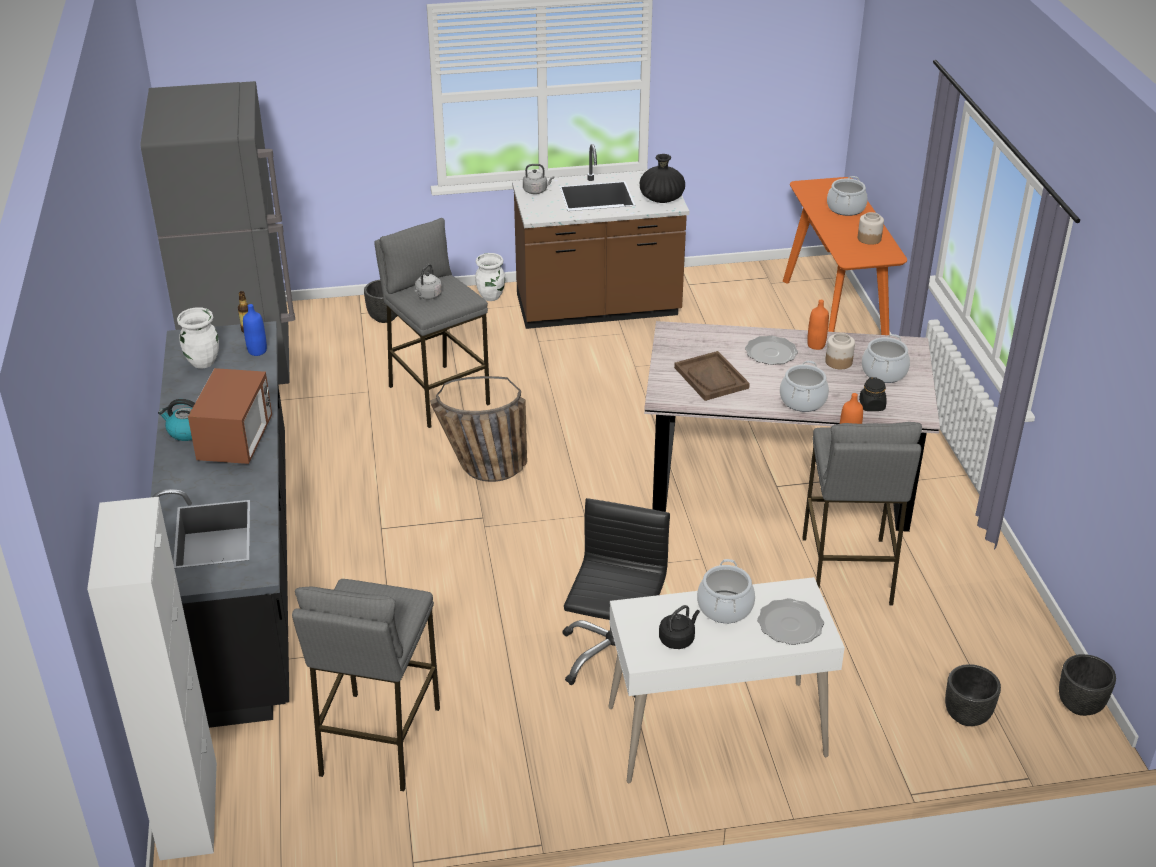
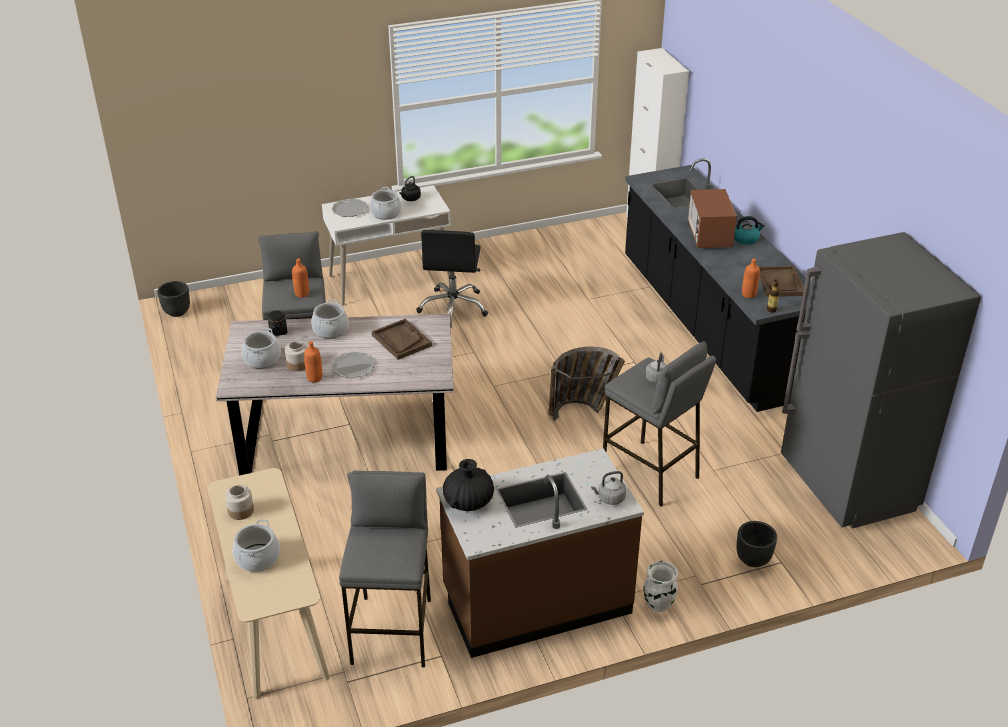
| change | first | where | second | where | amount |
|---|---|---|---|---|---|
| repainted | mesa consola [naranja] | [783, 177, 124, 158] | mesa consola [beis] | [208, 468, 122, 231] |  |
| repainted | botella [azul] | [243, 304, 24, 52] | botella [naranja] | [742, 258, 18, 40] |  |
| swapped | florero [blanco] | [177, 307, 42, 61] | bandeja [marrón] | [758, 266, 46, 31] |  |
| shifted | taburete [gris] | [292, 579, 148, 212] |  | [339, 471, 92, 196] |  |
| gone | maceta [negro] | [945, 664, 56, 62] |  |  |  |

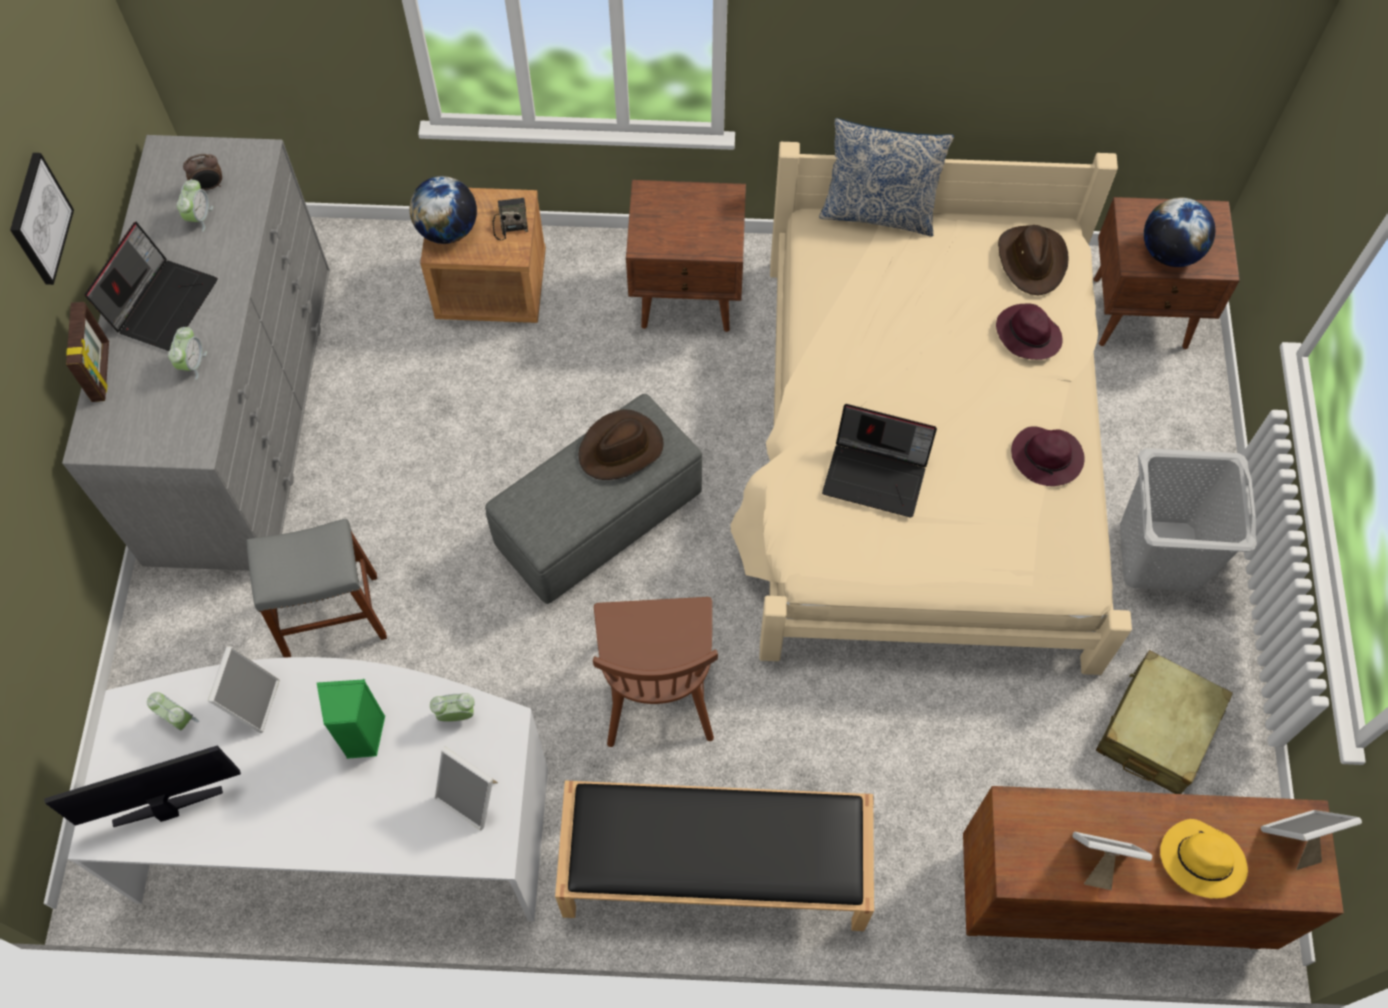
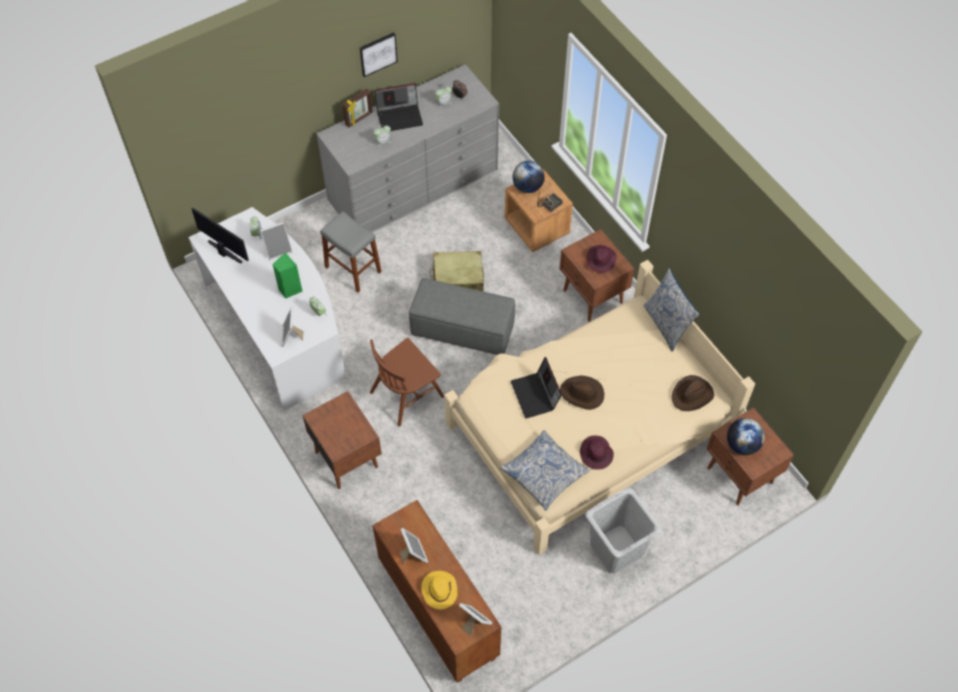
| change | first | where | second | where | amount |
|---|---|---|---|---|---|
| shifted | sombrero [morado] | [996, 304, 67, 56] |  | [586, 245, 31, 28] |  |
| shifted | sombrero [marrón] | [578, 409, 86, 71] |  | [560, 375, 44, 35] |  |
| shifted | maleta [beis] | [1096, 650, 137, 144] |  | [430, 251, 54, 41] |  |
| swapped | banco [negro] | [555, 780, 319, 151] | mesita de noche [marrón] | [302, 391, 80, 98] |  |
| new |  |  | cojín | [500, 430, 90, 80] |  |

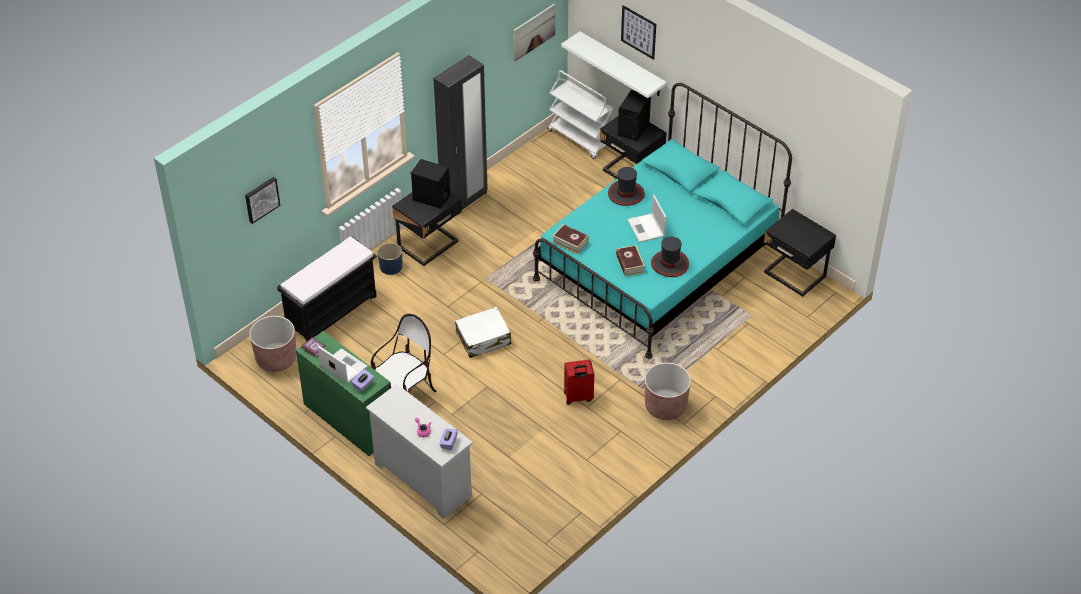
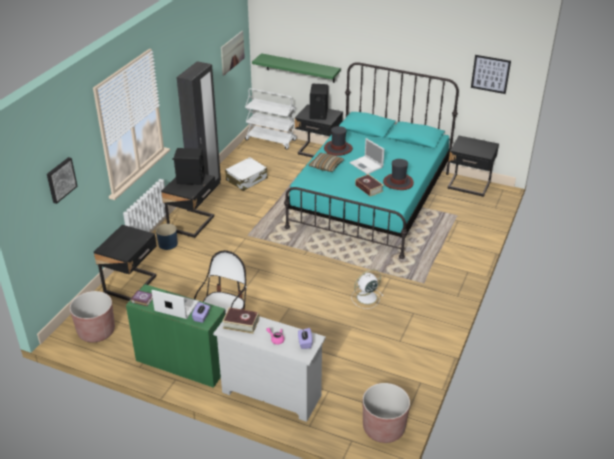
| change | first | where | second | where | amount |
|---|---|---|---|---|---|
| shifted | cuadro | [621, 5, 35, 55] |  | [471, 55, 40, 39] |  |
| repainted | estante [blanco] | [561, 31, 106, 67] | estante [verde] | [252, 53, 89, 30] |  |
| shifted | libro | [552, 224, 37, 30] |  | [222, 307, 37, 27] |  |
| swapped | banco [negro] | [277, 236, 100, 106] | mesita de noche [negro] | [94, 225, 63, 76] |  |
| shifted | maleta [blanco] | [455, 307, 56, 51] |  | [225, 157, 43, 34] |  |
| swapped | maleta [rojo] | [564, 360, 30, 45] | ventilador [blanco] | [351, 269, 33, 40] |  |
| shifted | maceta [marrón] | [645, 363, 46, 57] |  | [363, 383, 47, 60] |  |
| new |  |  | cojín | [308, 153, 36, 19] |  |

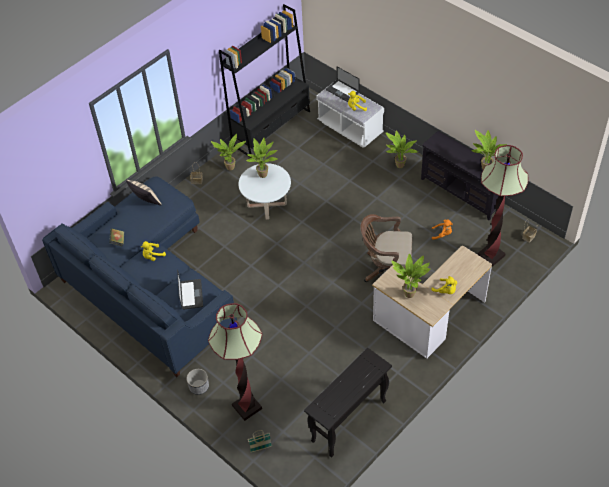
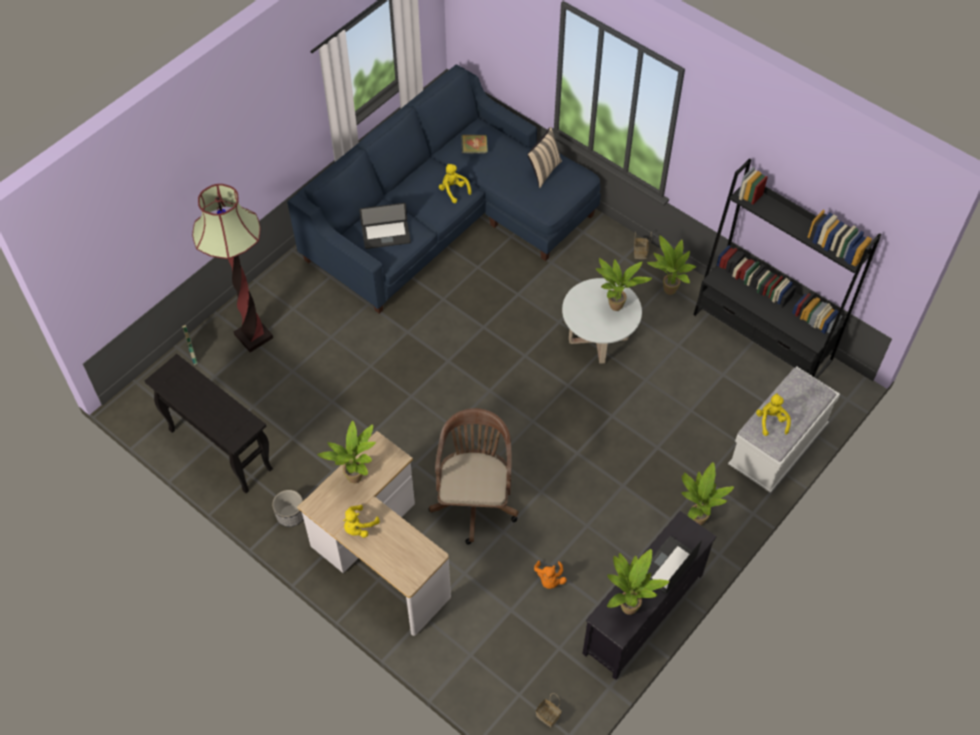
| change | first | where | second | where | amount |
|---|---|---|---|---|---|
| shifted | portátil | [326, 67, 33, 35] |  | [647, 536, 55, 58] |  |
| gone | lámpara de pie | [477, 145, 51, 122] |  |  |  |
| shifted | maceta | [186, 369, 23, 26] |  | [272, 490, 31, 37] |  |

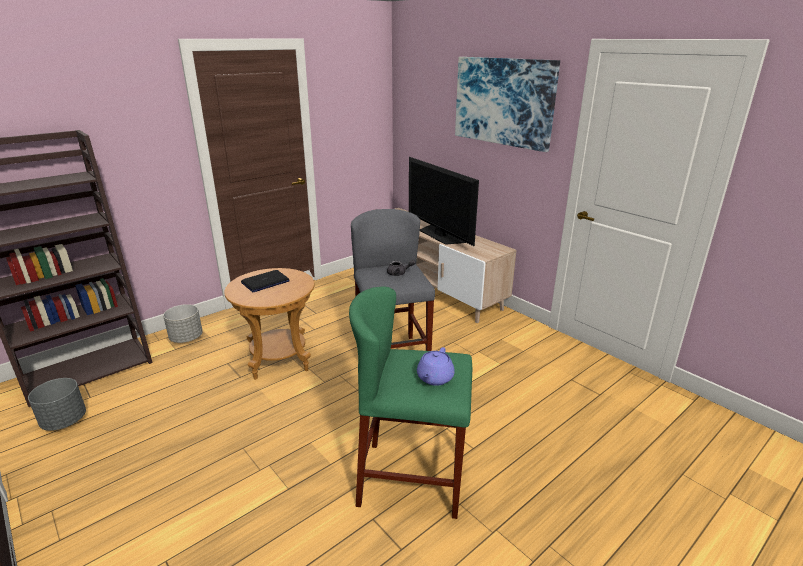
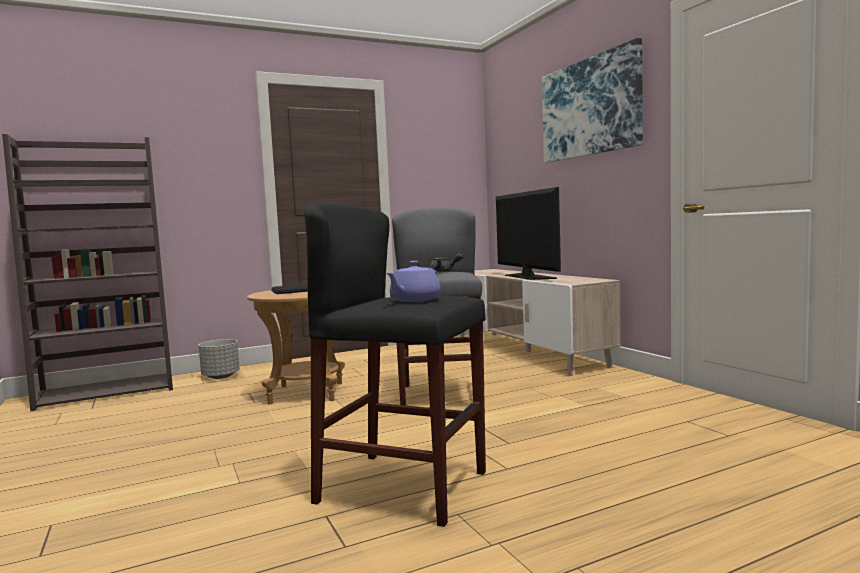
| change | first | where | second | where | amount |
|---|---|---|---|---|---|
| repainted | taburete [verde] | [349, 286, 123, 233] | taburete [negro] | [304, 203, 182, 324] |  |
| gone | maceta [gris] | [28, 378, 58, 53] |  |  |  |

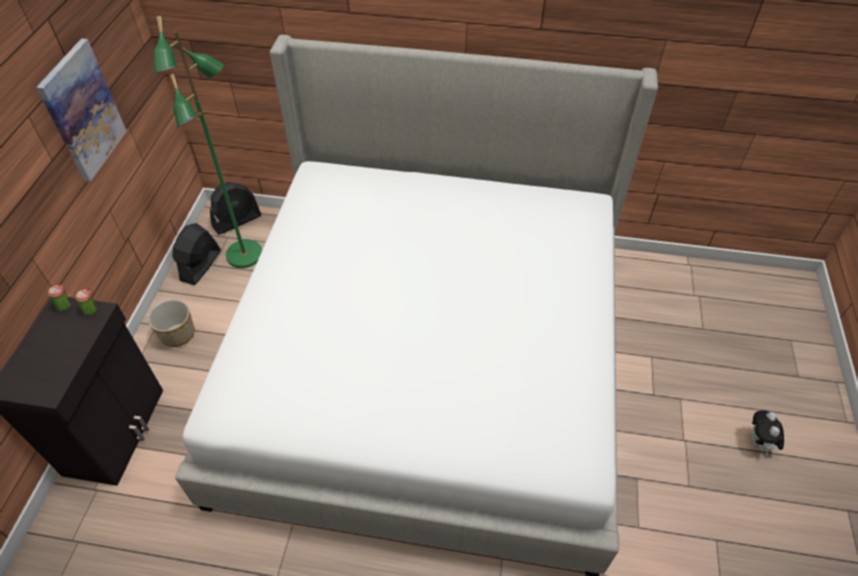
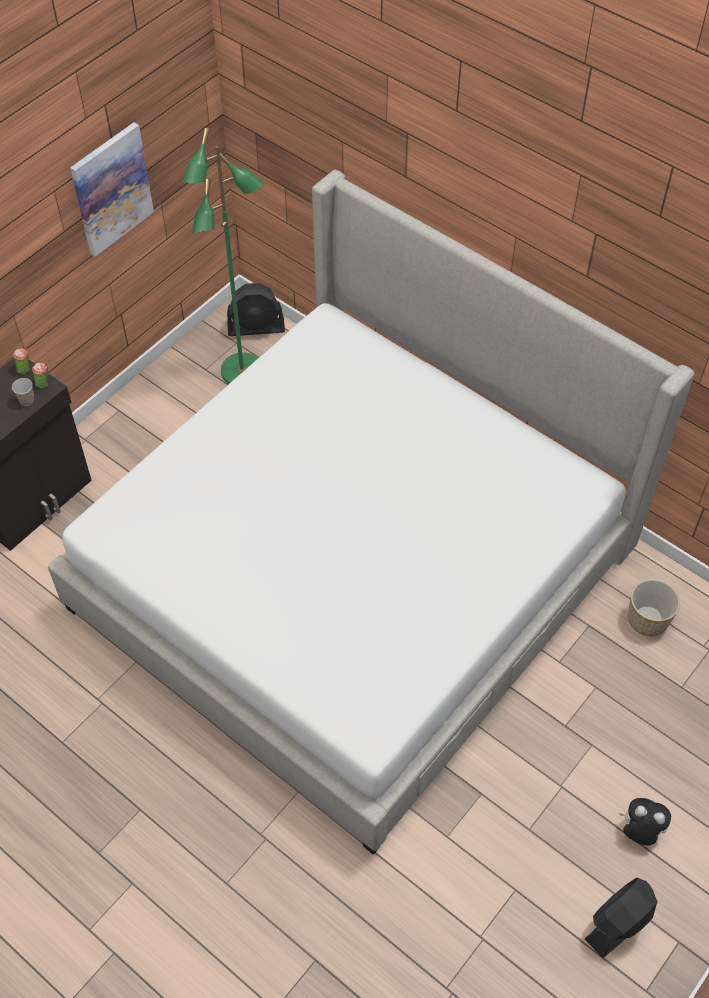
| change | first | where | second | where | amount |
|---|---|---|---|---|---|
| shifted | ventilador [negro] | [172, 223, 49, 62] |  | [585, 877, 73, 81] |  |
| shifted | maceta | [148, 299, 47, 48] |  | [628, 579, 52, 57] |  |
| rotated | peluche | [752, 411, 32, 45] |  | [619, 798, 52, 47] | 75 degrees clockwise |
| new |  |  | taza | [12, 378, 22, 28] |  |

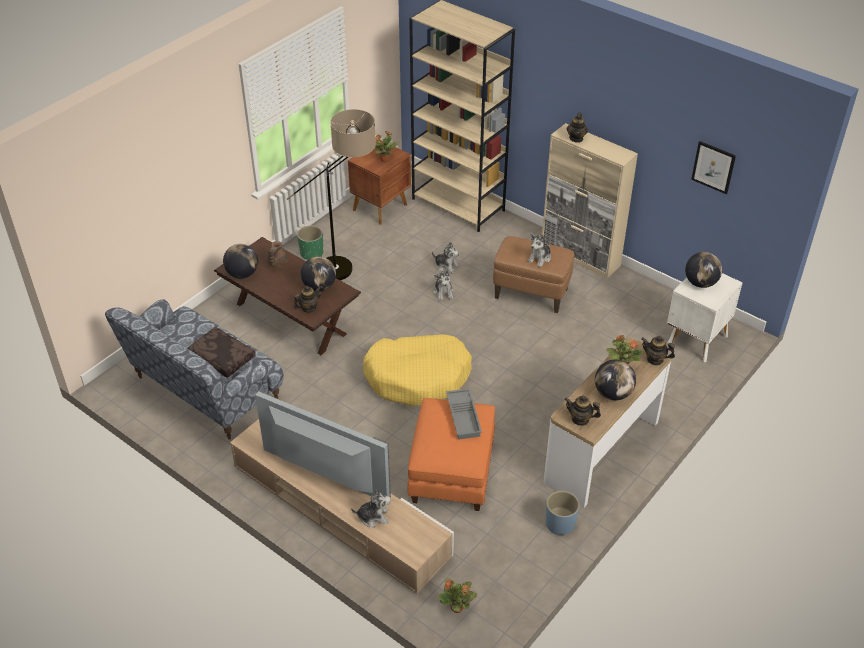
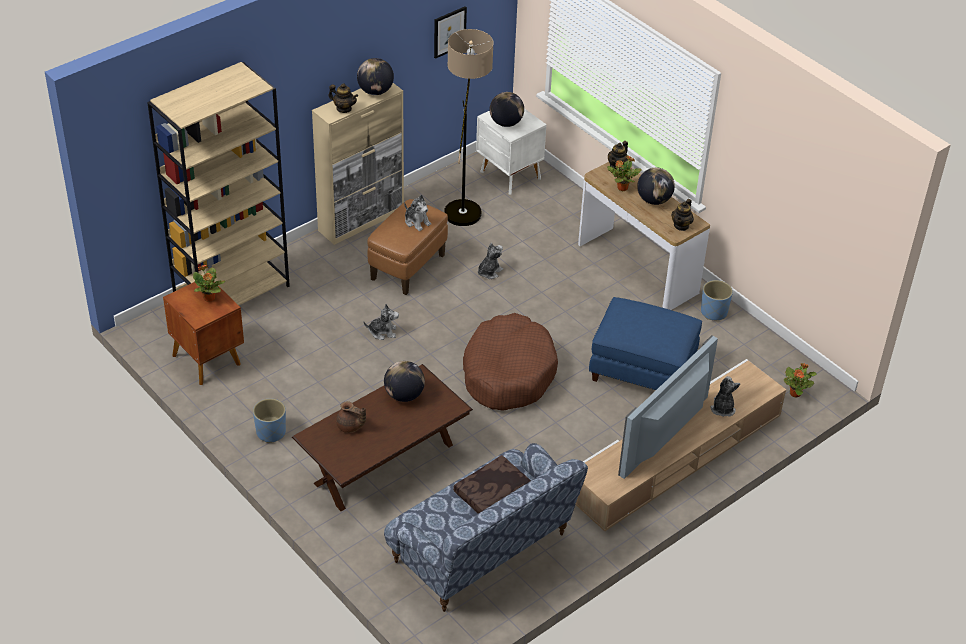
| change | first | where | second | where | amount |
|---|---|---|---|---|---|
| shifted | lámpara de pie | [287, 109, 89, 171] |  | [444, 29, 50, 197] |  |
| repainted | maceta [verde] | [297, 225, 26, 35] | maceta [azul] | [253, 398, 33, 45] |  |
| shifted | peluche | [432, 242, 27, 31] |  | [478, 243, 25, 36] |  |
| shifted | globo terráqueo | [223, 244, 35, 35] |  | [357, 58, 37, 37] |  |
| gone | tetera | [294, 286, 28, 27] |  |  |  |
| repainted | cama para perro [amarillo] | [363, 334, 109, 72] | cama para perro [marrón] | [463, 313, 95, 98] |  |
| gone | bandeja [gris] | [446, 388, 36, 52] |  |  |  |
| repainted | puf [naranja] | [407, 398, 88, 113] | puf [azul] | [589, 297, 113, 93] |  |

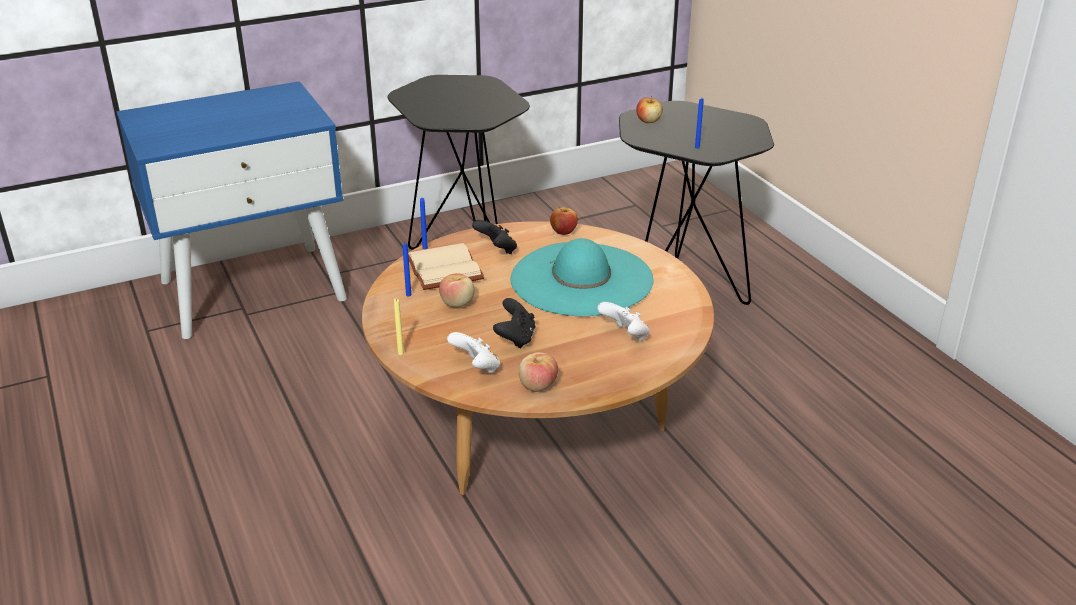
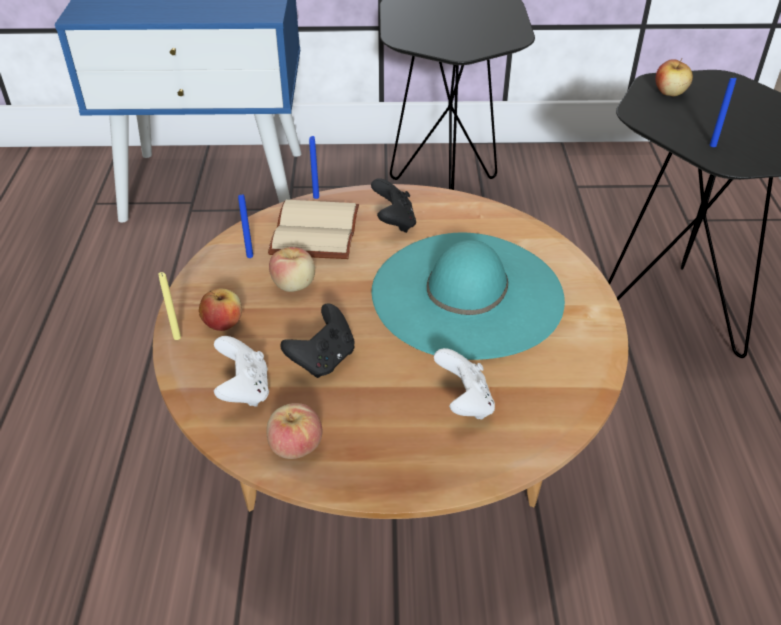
| change | first | where | second | where | amount |
|---|---|---|---|---|---|
| shifted | manzana | [550, 208, 28, 27] |  | [199, 288, 43, 43] |  |

